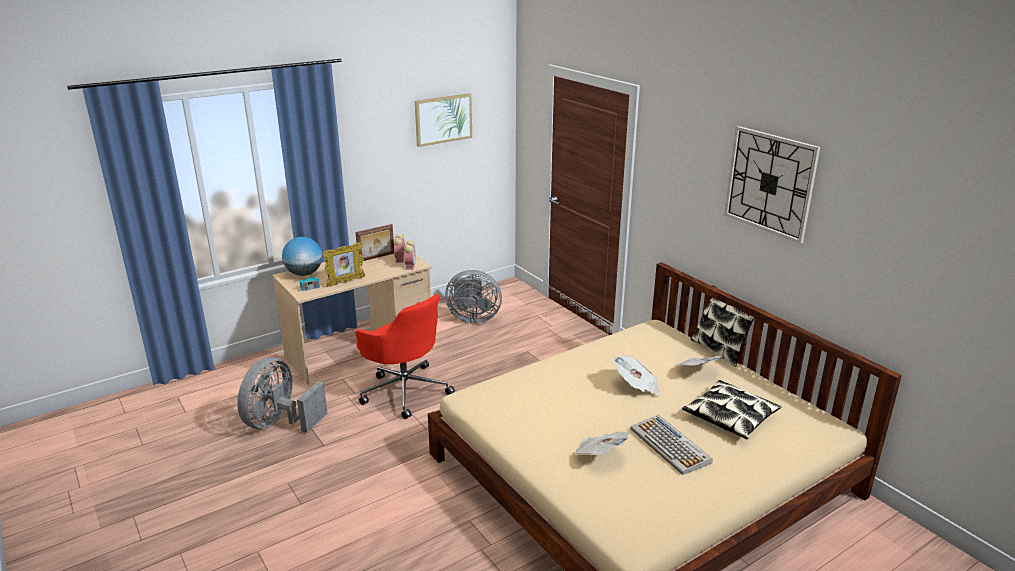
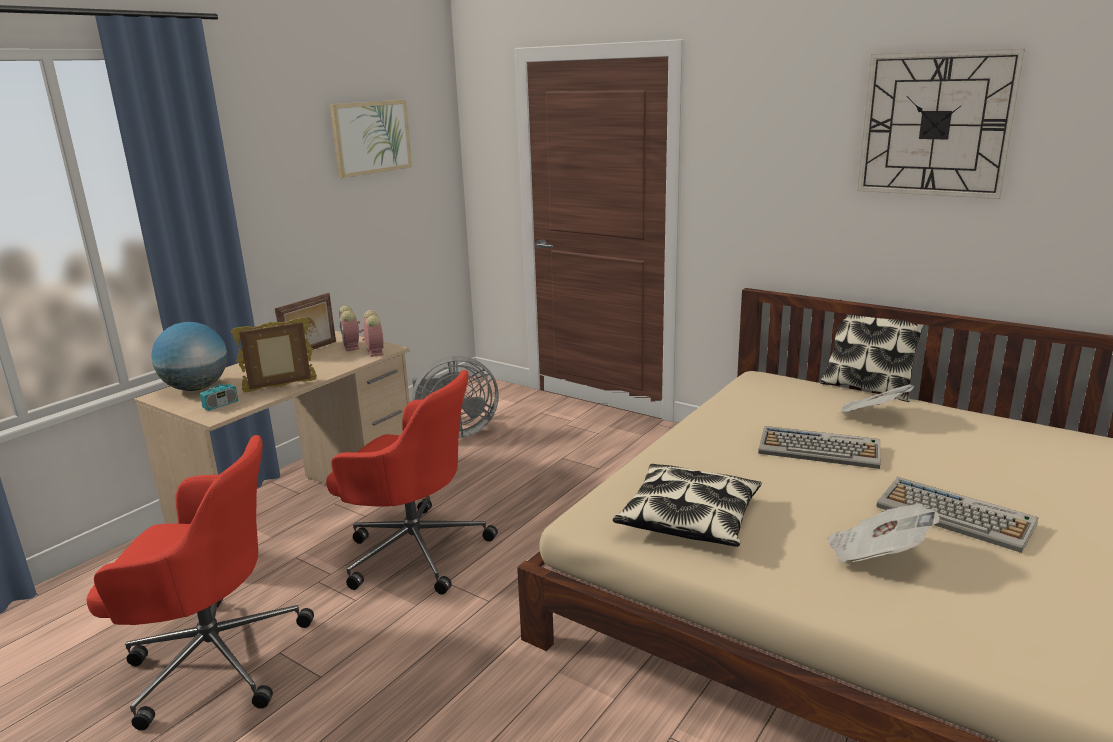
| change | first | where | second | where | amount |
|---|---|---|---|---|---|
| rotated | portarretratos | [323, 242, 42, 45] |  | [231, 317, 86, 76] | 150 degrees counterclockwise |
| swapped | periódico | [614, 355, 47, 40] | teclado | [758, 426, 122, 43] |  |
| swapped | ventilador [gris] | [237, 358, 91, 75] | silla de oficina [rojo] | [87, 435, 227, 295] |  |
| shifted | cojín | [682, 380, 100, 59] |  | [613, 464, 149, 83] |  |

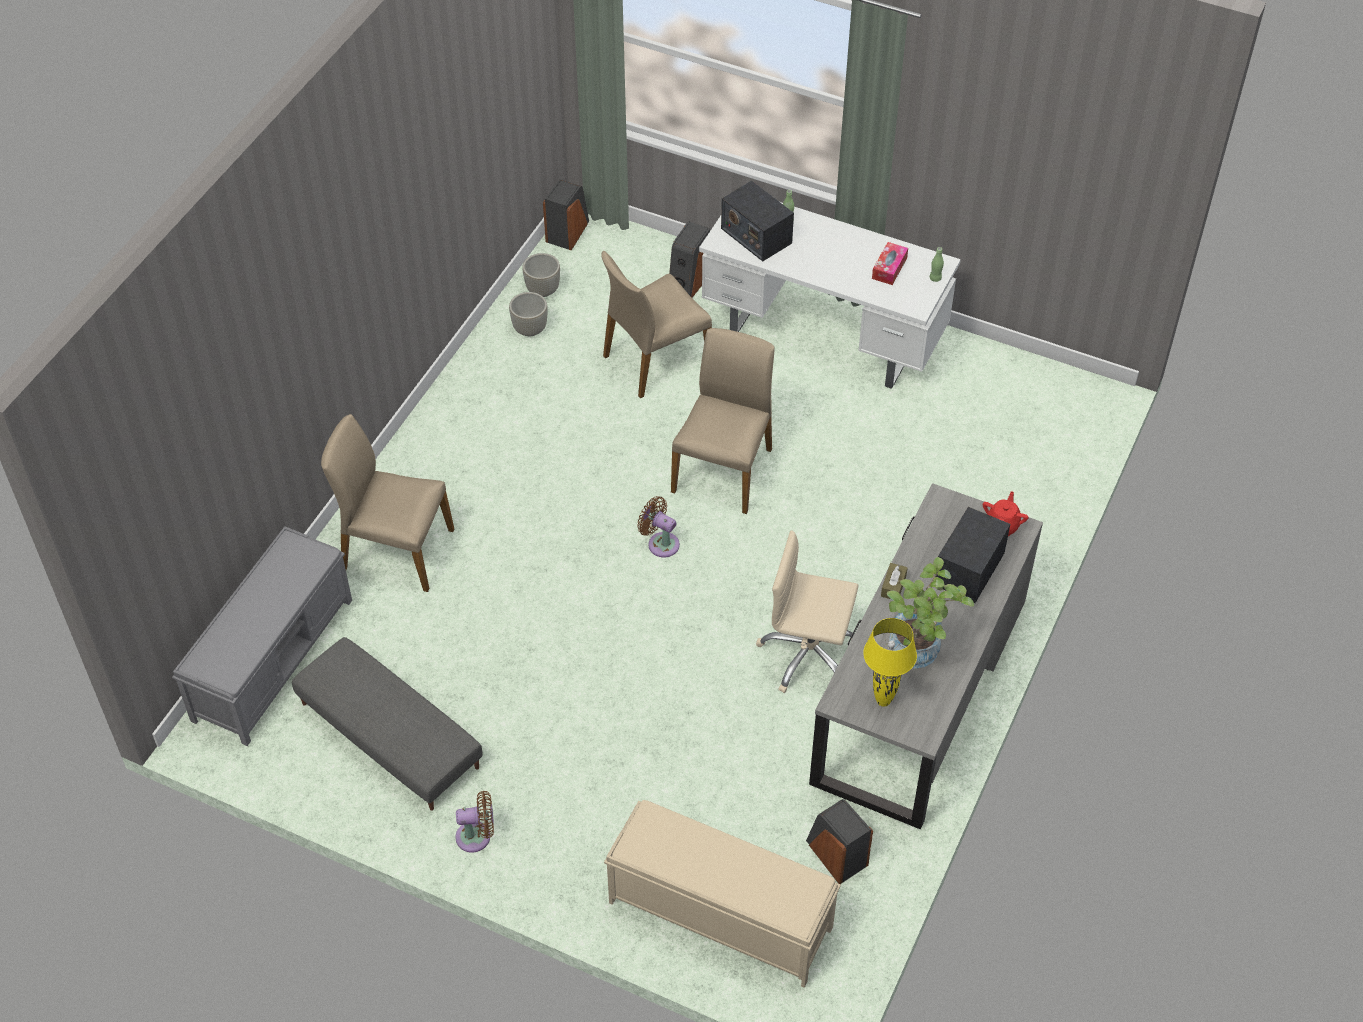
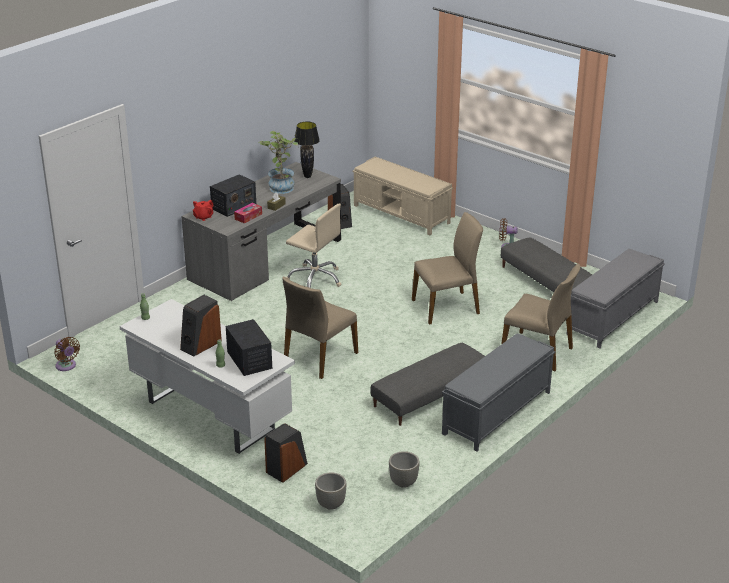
| change | first | where | second | where | amount |
|---|---|---|---|---|---|
| shifted | altavoz | [543, 180, 46, 70] |  | [180, 295, 42, 62] |  |
| shifted | caja de pañuelos | [872, 242, 36, 43] |  | [234, 203, 28, 21] |  |
| shifted | silla [beis] | [601, 251, 111, 148] |  | [412, 212, 71, 113] |  |
| shifted | maceta [gris] | [509, 292, 39, 44] |  | [315, 472, 31, 38] |  |
| shifted | ventilador [marrón] | [637, 496, 43, 61] |  | [54, 337, 26, 34] |  |
| repainted | lámpara de mesa [amarillo] | [863, 618, 54, 89] | lámpara de mesa [negro] | [294, 122, 26, 56] |  |
| new |  |  | banco [gris] | [442, 334, 113, 118] |  |
| new |  |  | puf [gris] | [371, 343, 114, 83] |  |

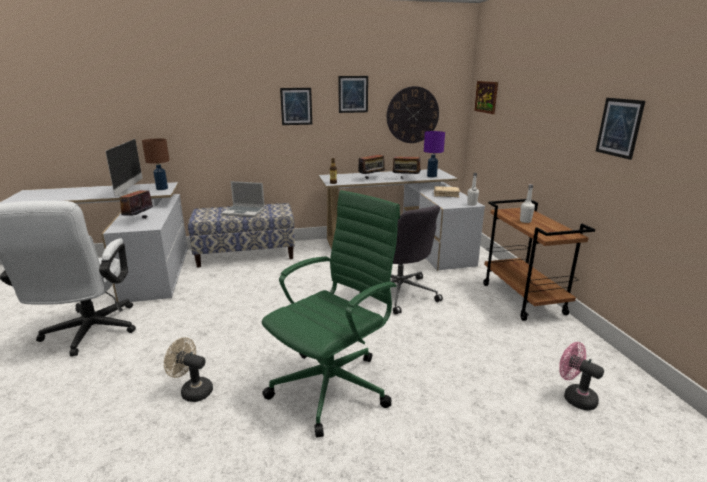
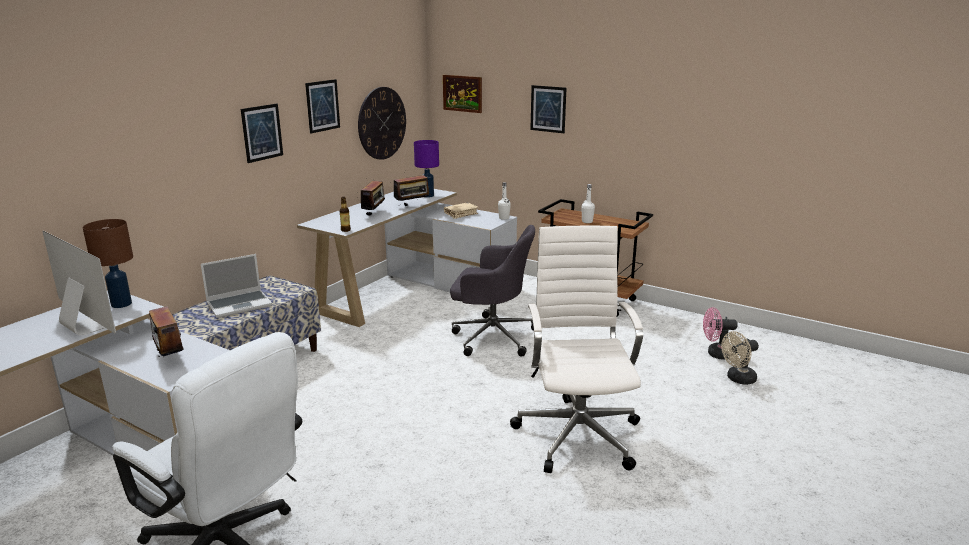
| change | first | where | second | where | amount |
|---|---|---|---|---|---|
| shifted | cuadro | [596, 98, 49, 62] |  | [530, 85, 37, 48] |  |
| repainted | silla de oficina [verde] | [262, 190, 138, 248] | silla de oficina [blanco] | [510, 226, 133, 247] |  |
| shifted | ventilador [beis] | [164, 337, 49, 65] |  | [721, 331, 38, 54] |  |

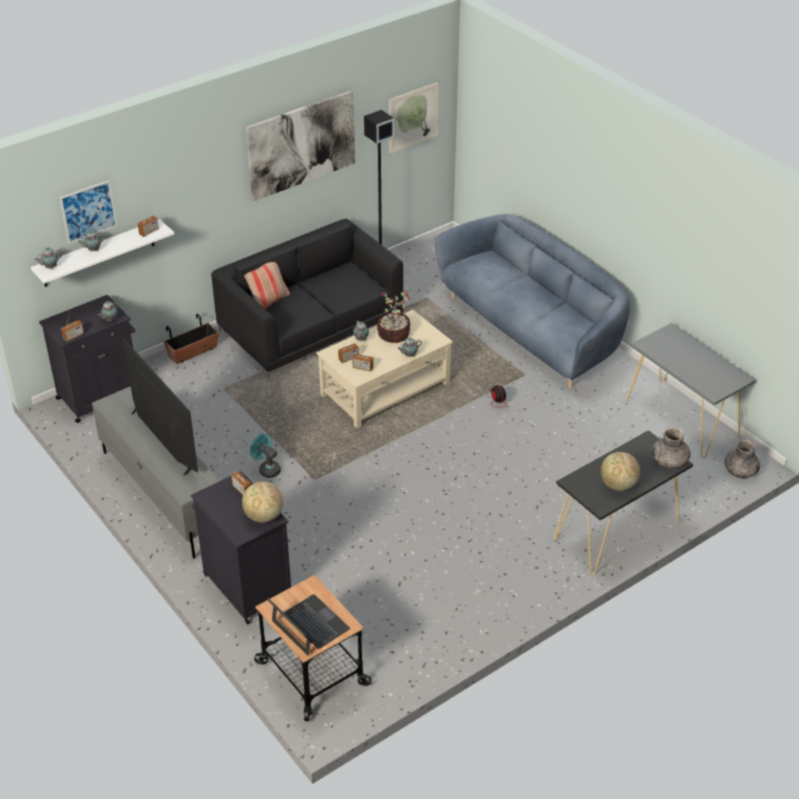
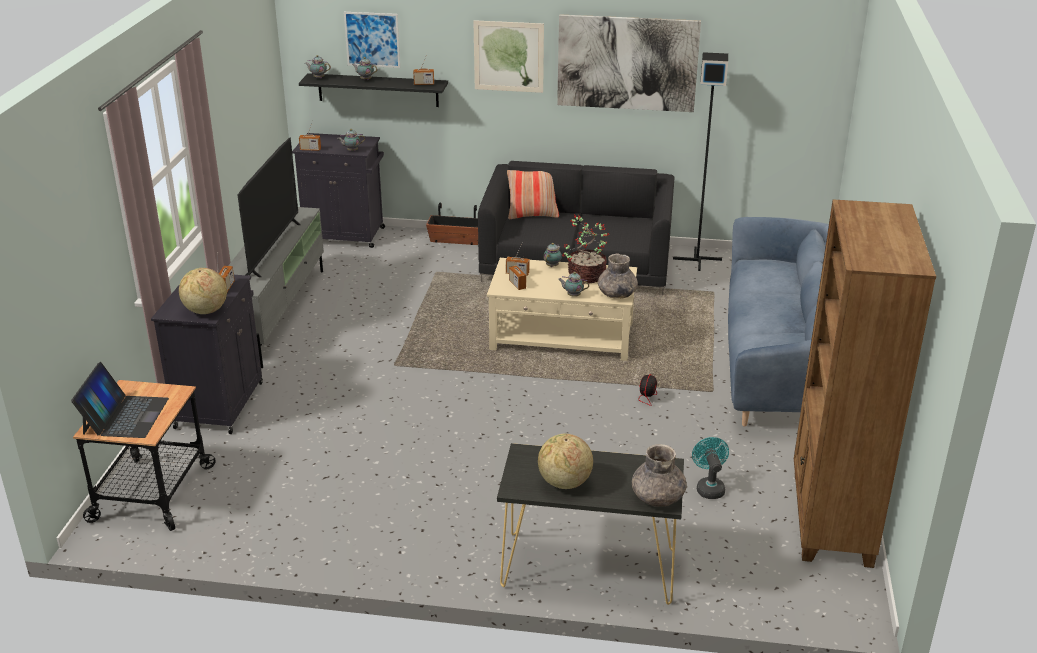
| change | first | where | second | where | amount |
|---|---|---|---|---|---|
| shifted | cuadro | [389, 82, 50, 72] |  | [473, 20, 71, 73] |  |
| repainted | estante [blanco] | [30, 219, 144, 68] | estante [negro] | [299, 73, 149, 34] |  |
| swapped | mesa consola [gris] | [626, 323, 130, 136] | estantería [marrón] | [794, 199, 142, 369] |  |
| shifted | ventilador [turquesa] | [250, 434, 31, 44] |  | [692, 437, 37, 62] |  |
| shifted | florero [gris] | [725, 440, 35, 38] |  | [598, 253, 40, 46] |  |

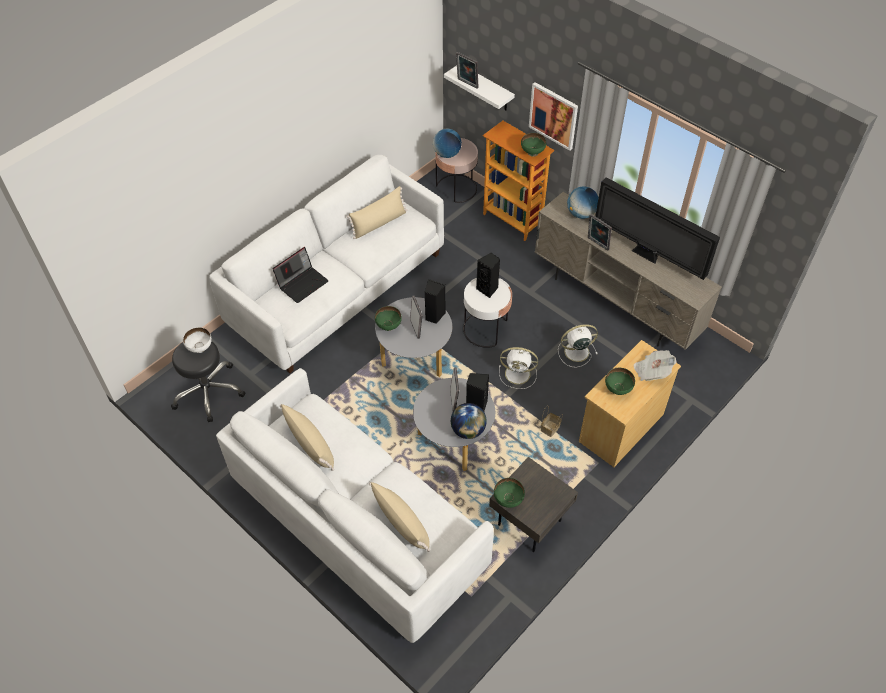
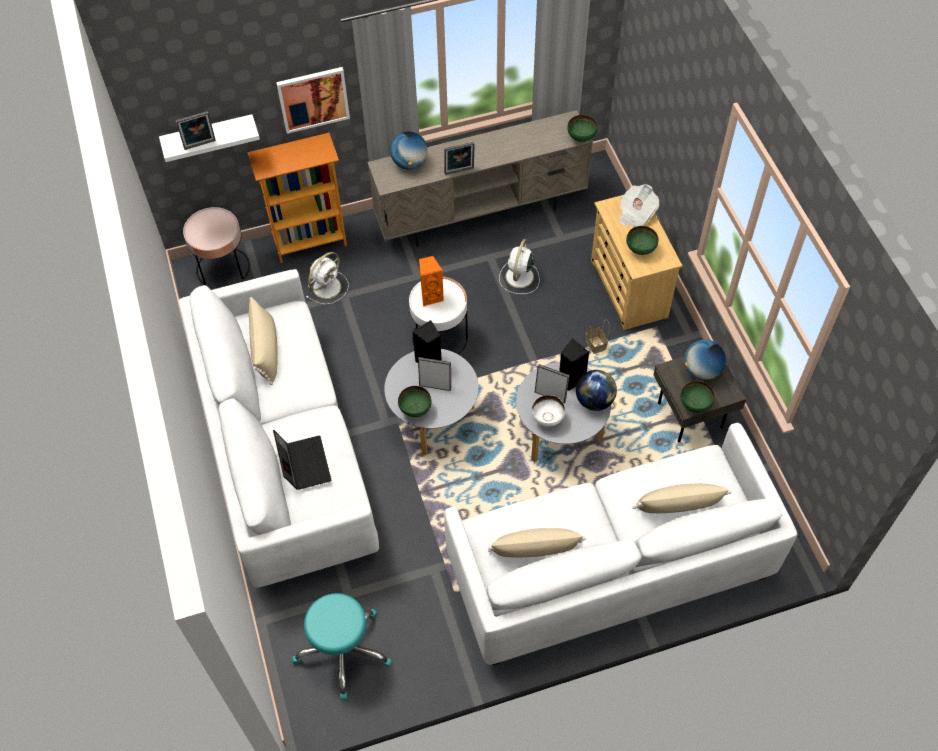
| change | first | where | second | where | amount |
|---|---|---|---|---|---|
| shifted | globo terráqueo | [433, 128, 29, 30] |  | [684, 340, 42, 40] |  |
| shifted | cuenco [verde] | [521, 133, 25, 24] |  | [567, 115, 31, 28] |  |
| gone | televisor | [595, 177, 125, 103] |  |  |  |
| repainted | altavoz [negro] | [476, 253, 24, 45] | altavoz [naranja] | [419, 256, 25, 51] |  |
| shifted | cuenco [blanco] | [183, 327, 29, 26] |  | [532, 395, 33, 32] |  |
| repainted | taburete [negro] | [171, 341, 74, 81] | taburete [turquesa] | [292, 593, 100, 107] |  |
| shifted | ventilador [blanco] | [499, 347, 39, 42] |  | [307, 252, 42, 52] |  |

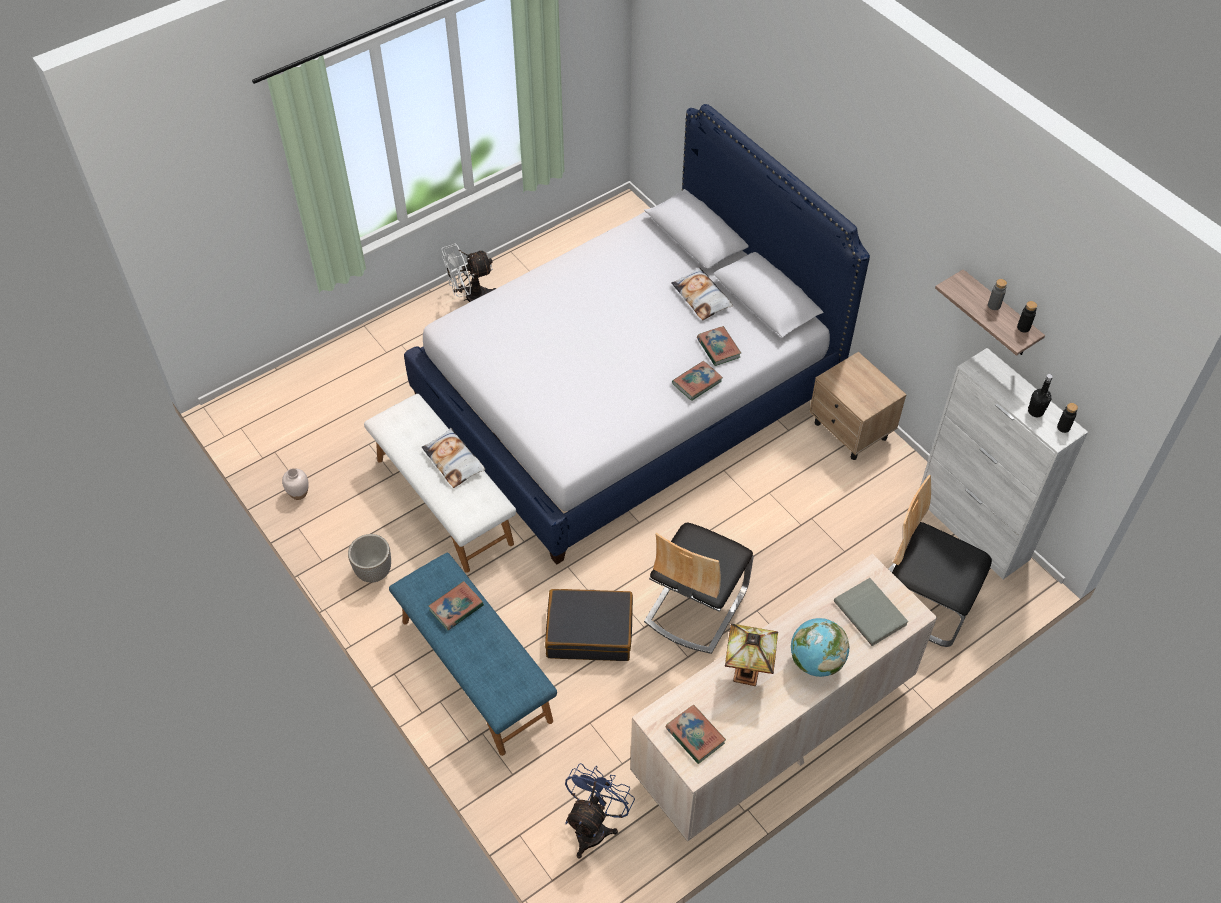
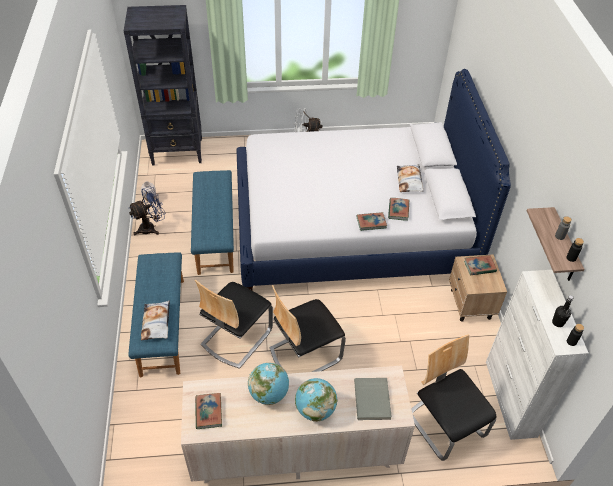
| change | first | where | second | where | amount |
|---|---|---|---|---|---|
| repainted | banco [blanco] | [364, 394, 152, 179] | banco [azul] | [191, 170, 43, 105] |  |
| shifted | cojín | [421, 428, 65, 60] |  | [141, 301, 29, 39] |  |
| gone | maceta | [348, 534, 43, 49] |  |  |  |
| shifted | libro | [429, 581, 55, 49] |  | [464, 255, 33, 20] |  |
| swapped | maleta [negro] | [545, 589, 88, 72] | silla | [195, 280, 78, 89] |  |
| swapped | lámpara de mesa | [725, 624, 53, 62] | globo terráqueo | [248, 363, 41, 42] |  |
| shifted | ventilador [azul] | [565, 763, 70, 96] |  | [129, 186, 36, 50] |  |
| new |  |  | estantería [negro] | [124, 5, 78, 161] |  |

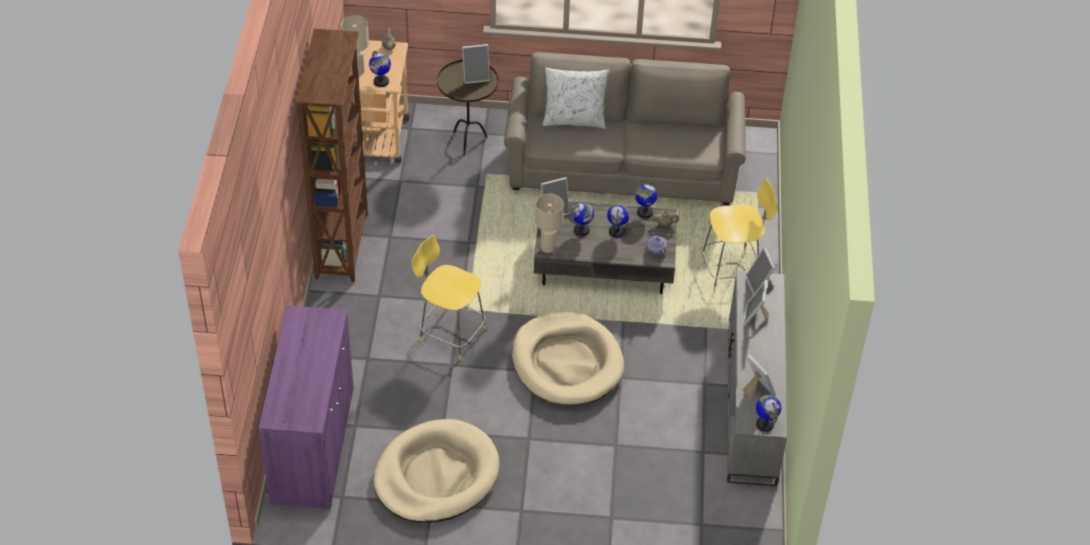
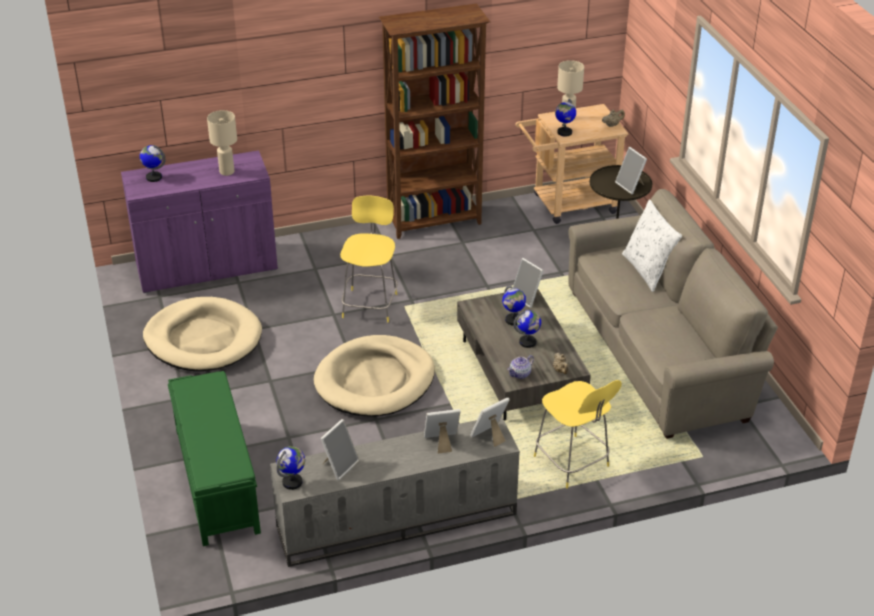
| change | first | where | second | where | amount |
|---|---|---|---|---|---|
| shifted | globo terráqueo | [635, 182, 22, 36] |  | [140, 145, 26, 37] |  |
| shifted | lámpara de mesa [beis] | [535, 194, 29, 59] |  | [207, 110, 30, 66] |  |
| new |  |  | banco [verde] | [168, 371, 93, 175] |  |

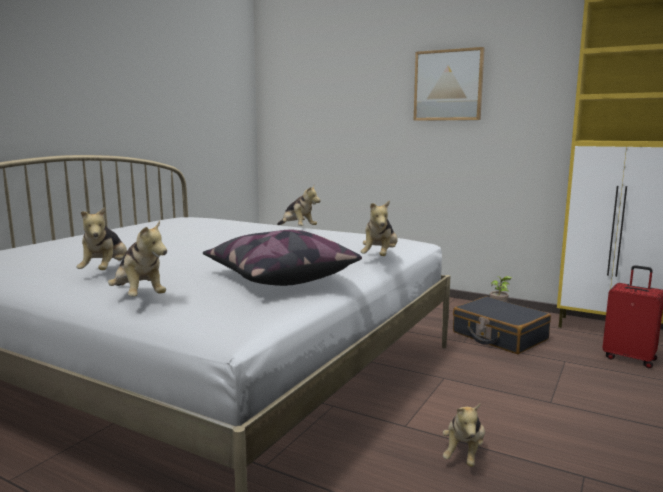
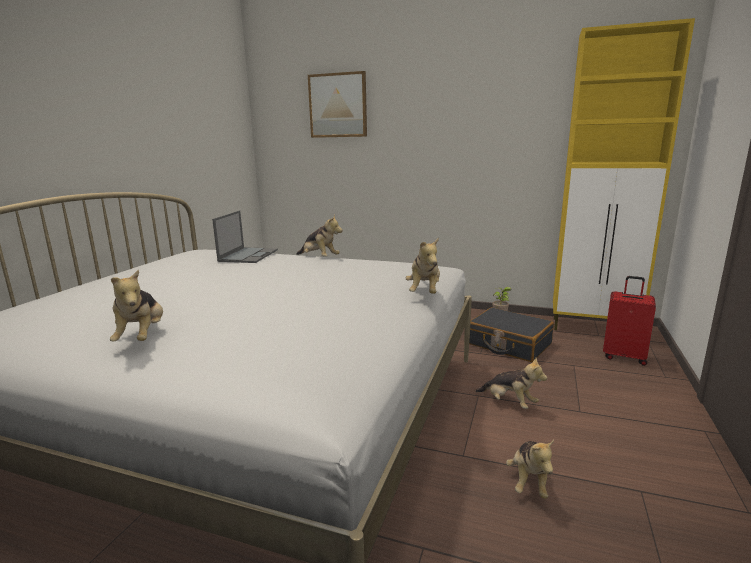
| change | first | where | second | where | amount |
|---|---|---|---|---|---|
| shifted | cuadro | [414, 47, 71, 74] |  | [308, 71, 59, 67] |  |
| shifted | peluche | [108, 220, 59, 77] |  | [475, 357, 72, 52] |  |
| gone | cojín | [203, 230, 159, 56] |  |  |  |
| new |  |  | portátil | [212, 211, 66, 52] |  |

